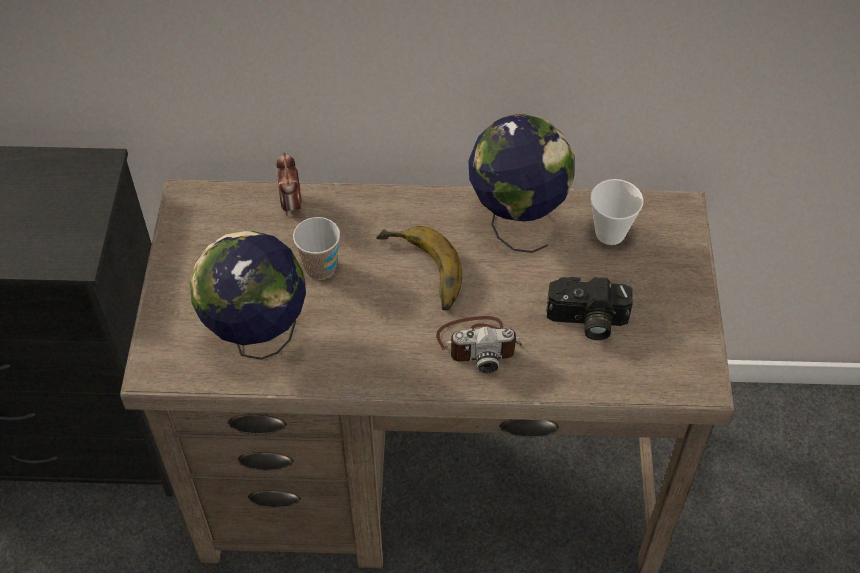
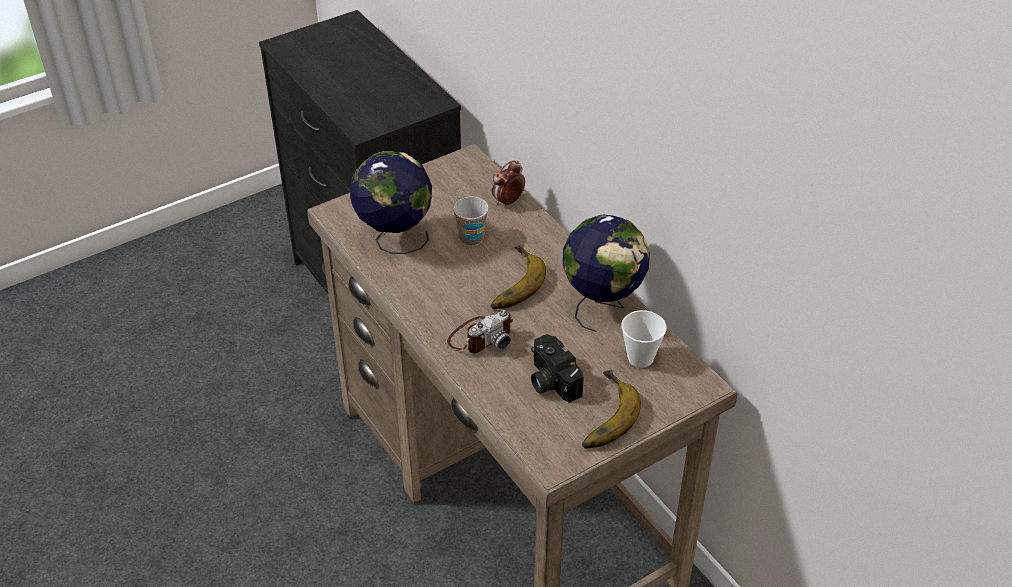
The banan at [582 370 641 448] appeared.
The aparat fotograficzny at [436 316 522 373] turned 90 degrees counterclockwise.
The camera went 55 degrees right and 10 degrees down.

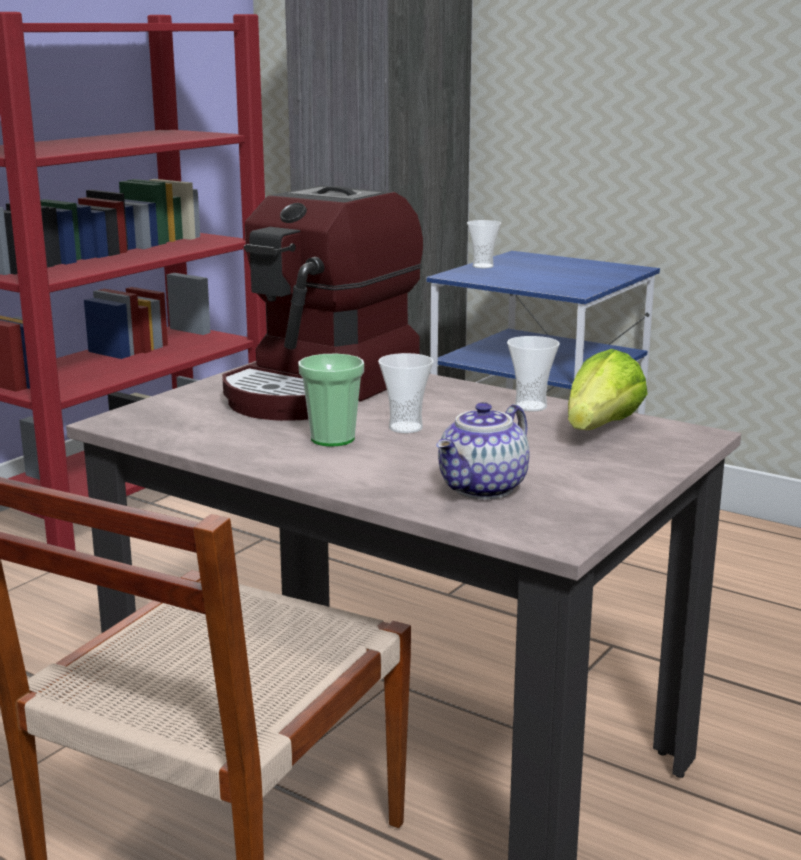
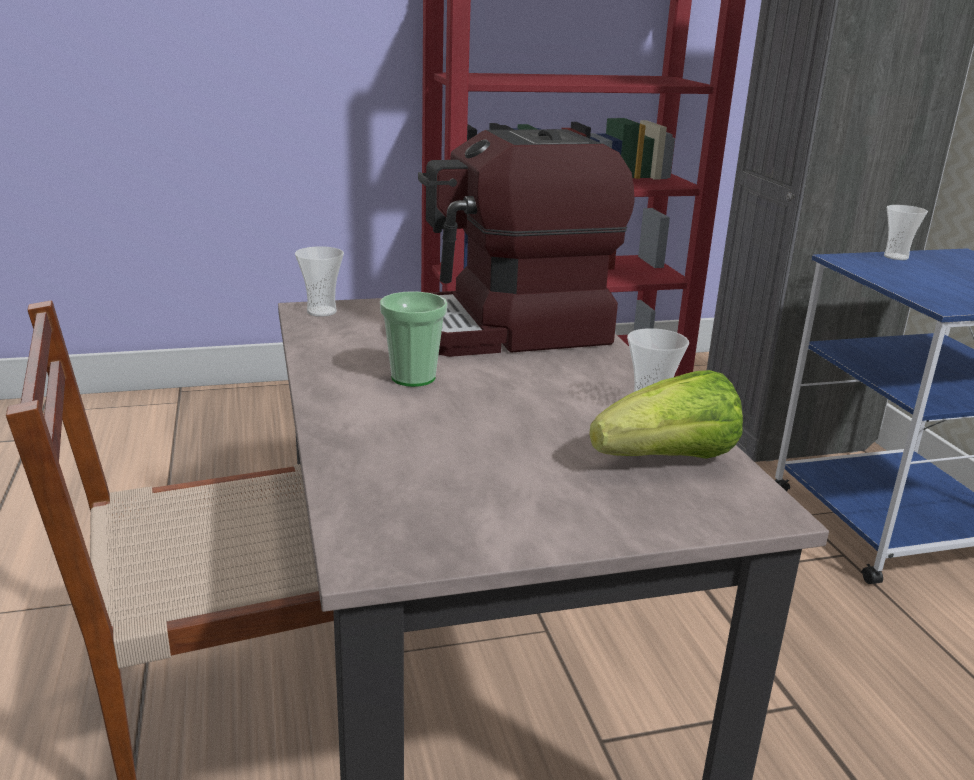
The imbryk at [436 402 529 499] disappeared.
The filiżanka moved from [378 353 434 433] to [295 246 344 317].
The camera went 40 degrees right and 5 degrees up.

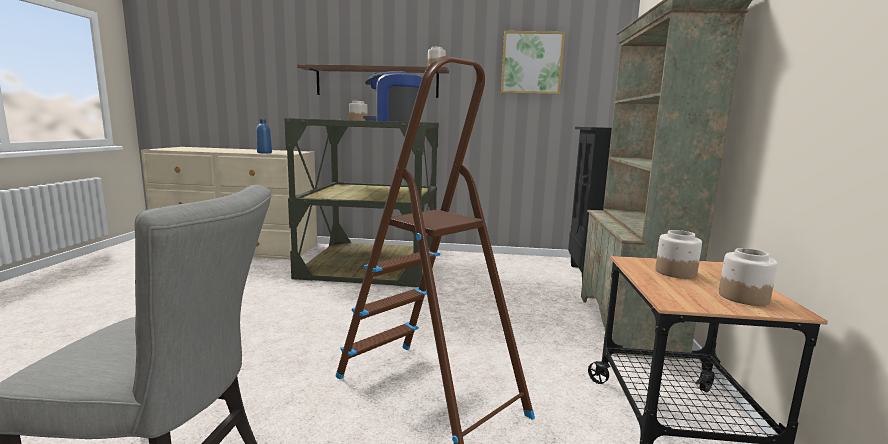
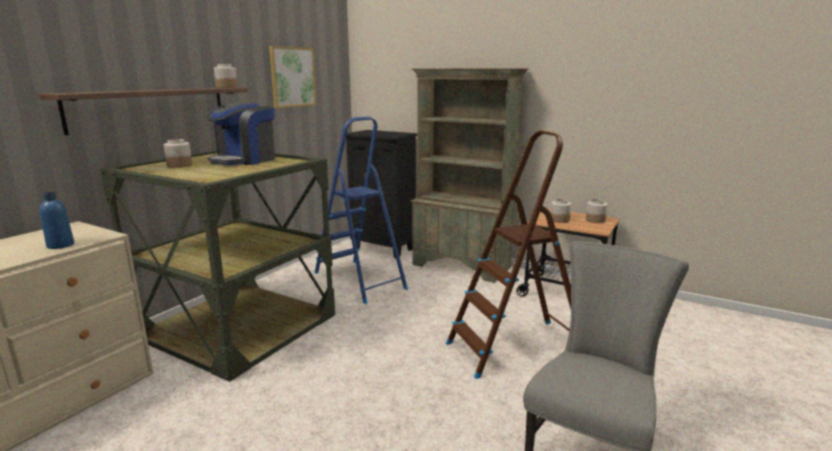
The drabinka [niebieski] at [314 117 408 304] appeared.
The camera went 65 degrees left and 5 degrees up.

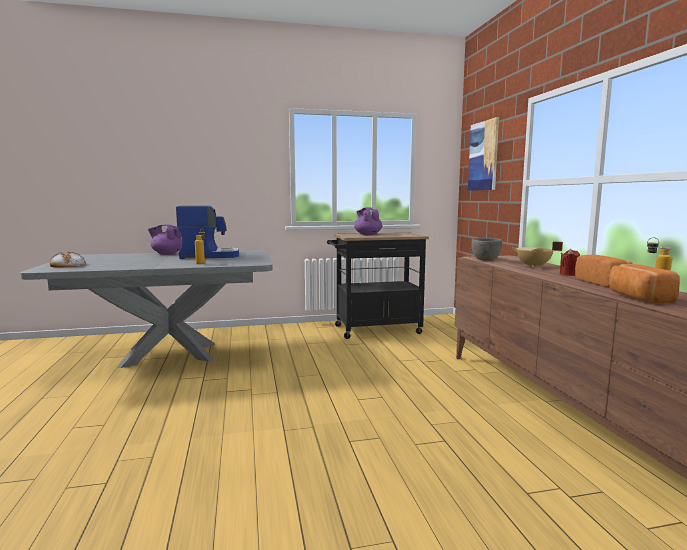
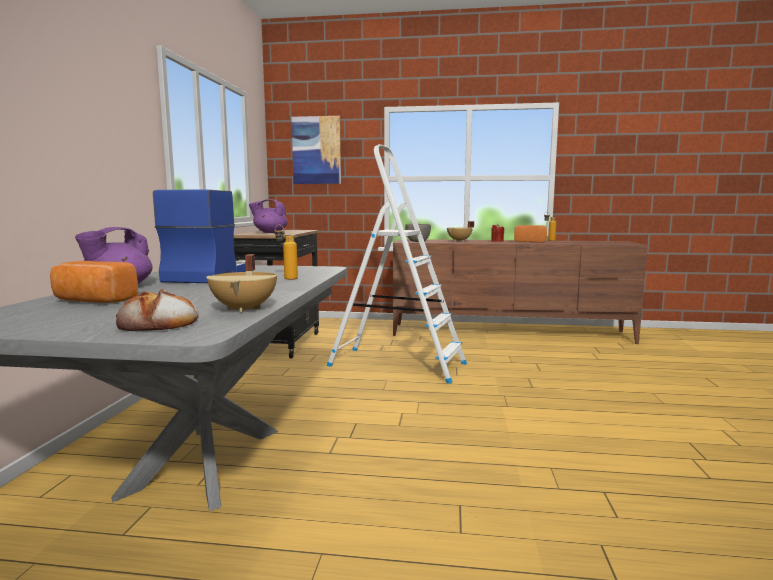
The garnek [beżowy] at [206 254 278 313] appeared.
The drabinka [biały] at [327 144 467 383] appeared.
The chleb moved from [609 264 680 303] to [50 261 138 303].
The camera went 70 degrees left and 0 degrees up.

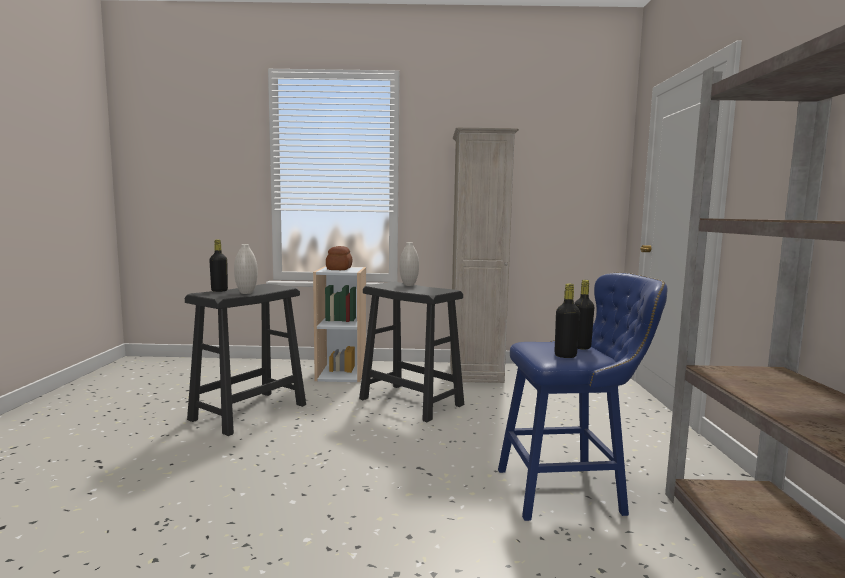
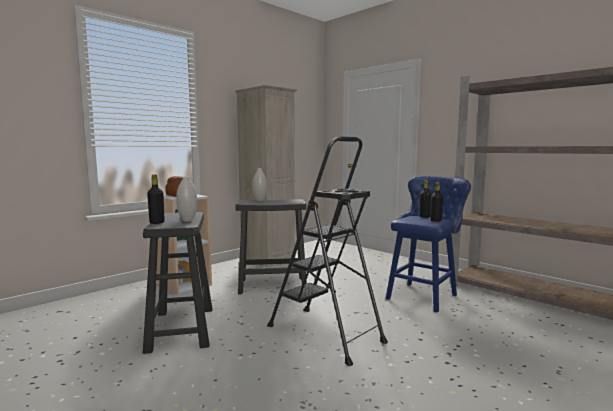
The drabinka at [267 136 388 366] appeared.
The camera went 45 degrees left and 0 degrees up.

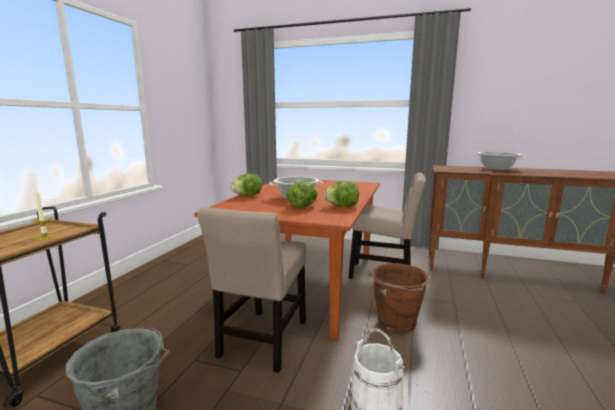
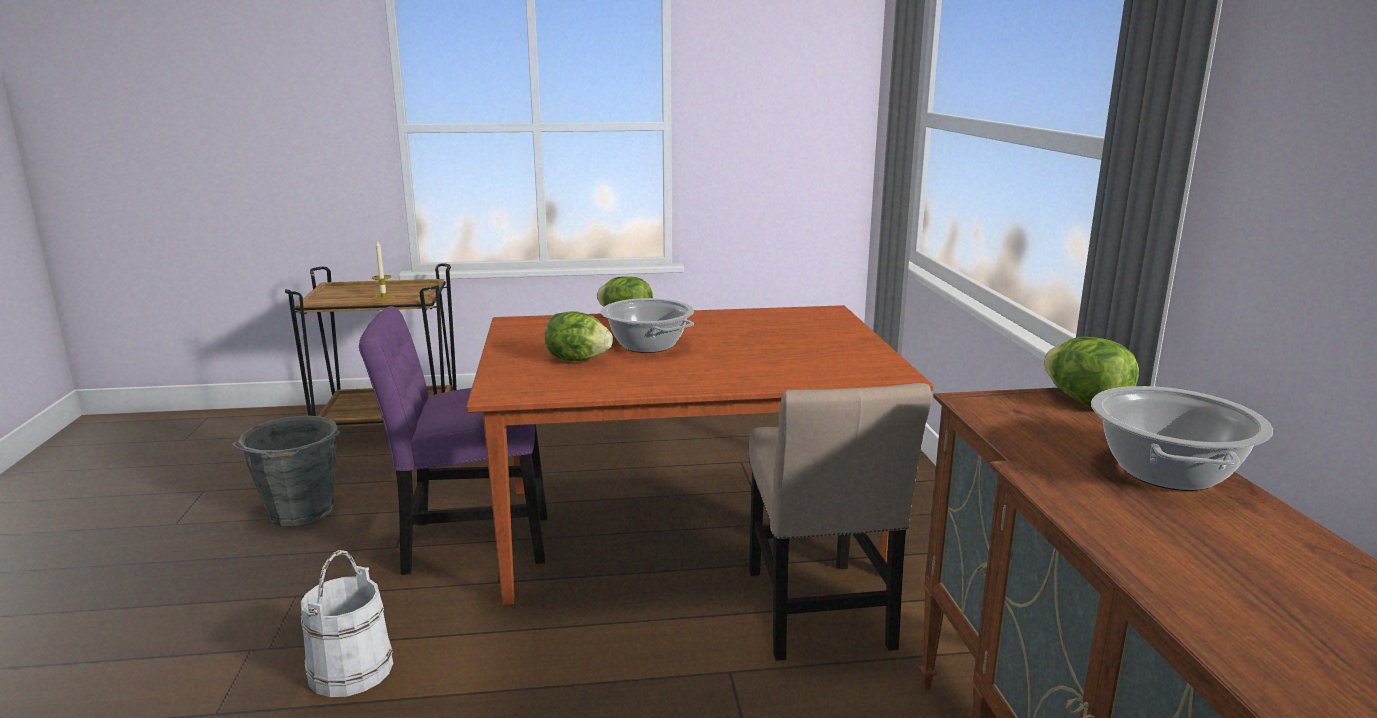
The wiadro [brązowy] at [372 263 432 333] disappeared.
The sałata moved from [324 181 359 207] to [1044 337 1139 406].
The krzesło [beżowy] at [197 207 306 373] became the krzesło [fioletowy] at [359 306 547 575].
The camera went 65 degrees right and 5 degrees up.

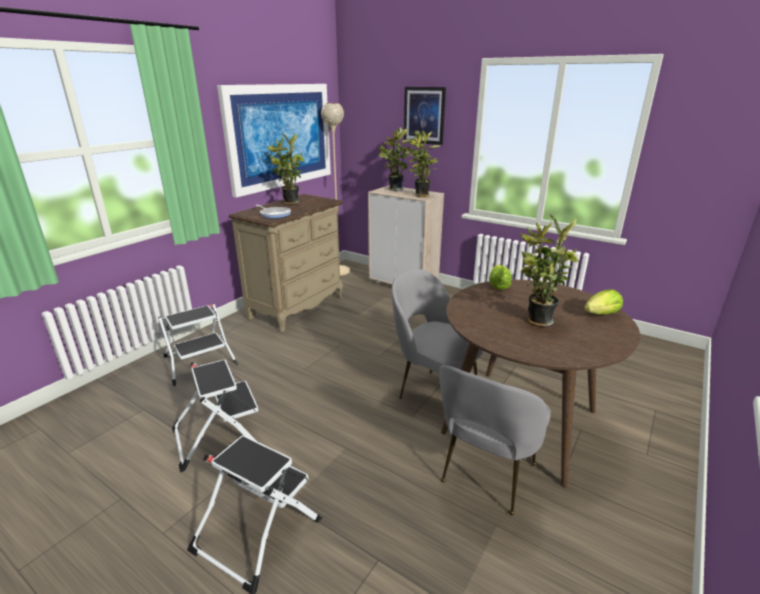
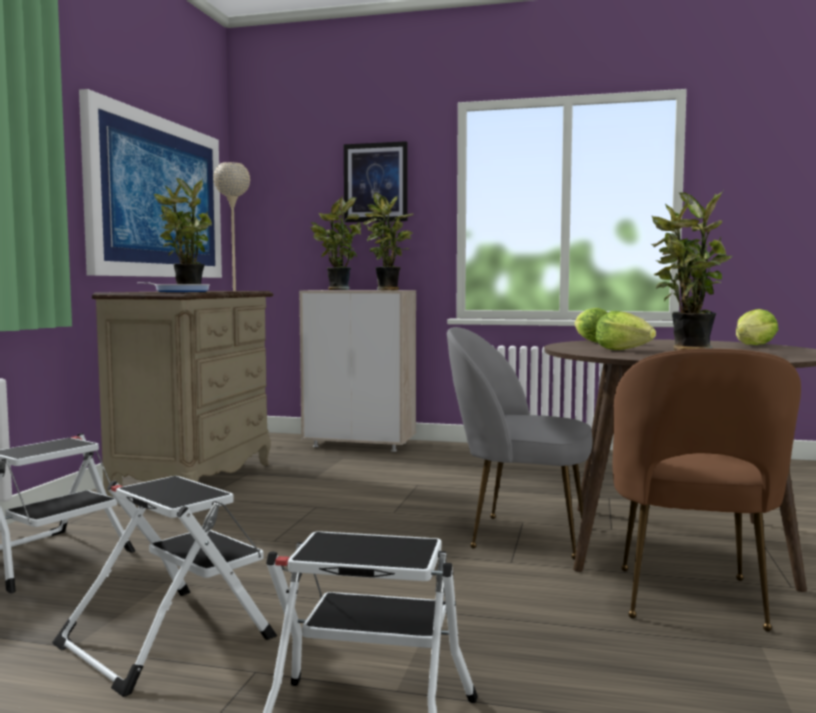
The sałata at [595 311 656 350] appeared.
The krzesło [szary] at [439 365 551 515] became the krzesło [brązowy] at [613 349 801 632].
The camera went 20 degrees left and 20 degrees down.

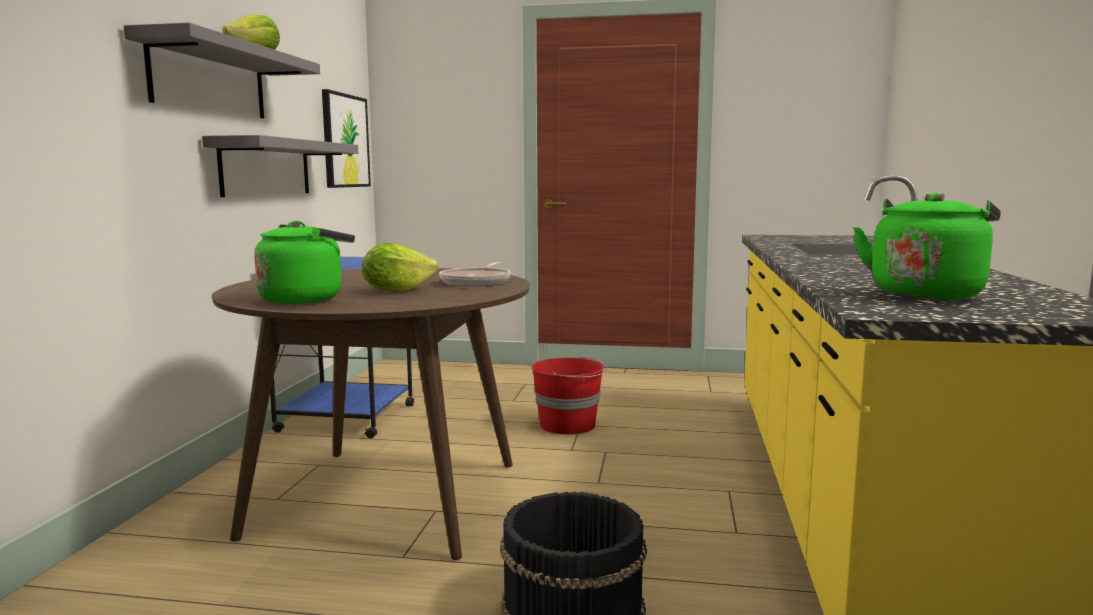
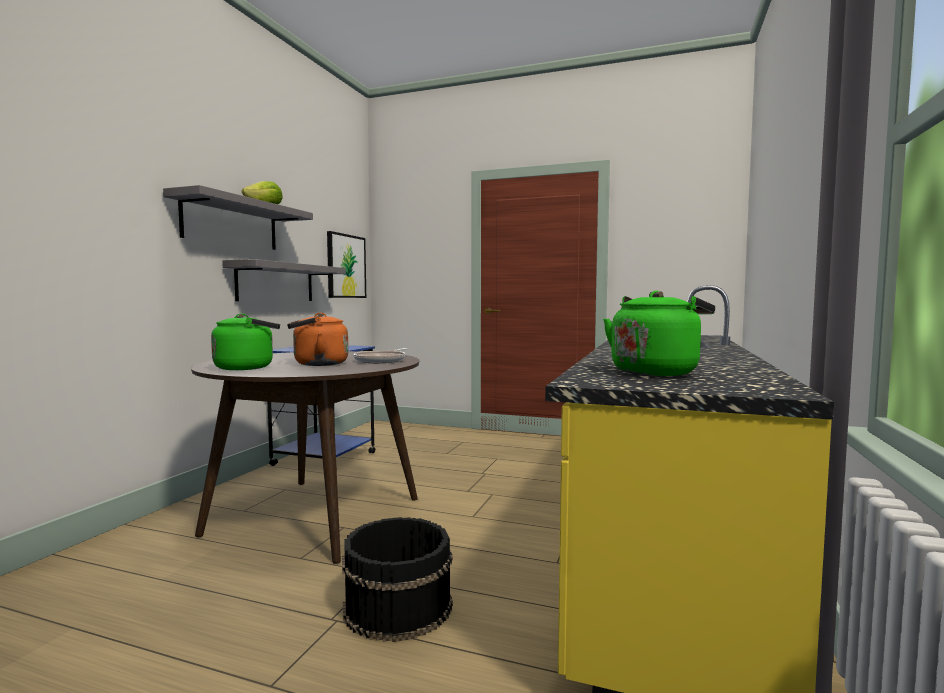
The wiadro [czerwony] at [532 356 607 435] disappeared.
The sałata at [362 243 438 292] was replaced by the czajnik [pomarańczowy] at [287 313 348 366].
The camera went 10 degrees right and 5 degrees down.

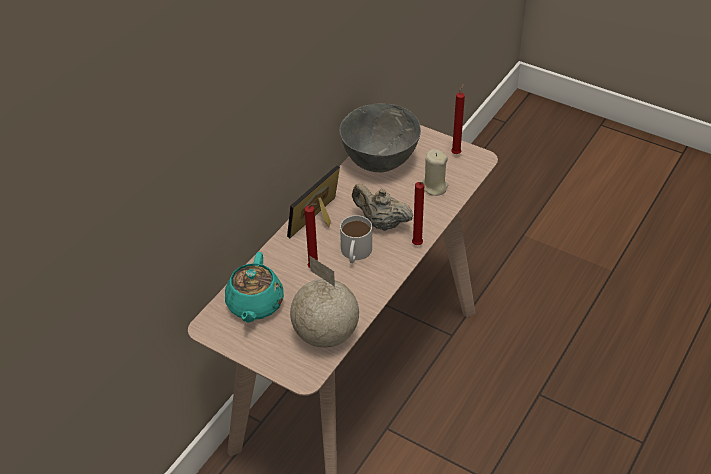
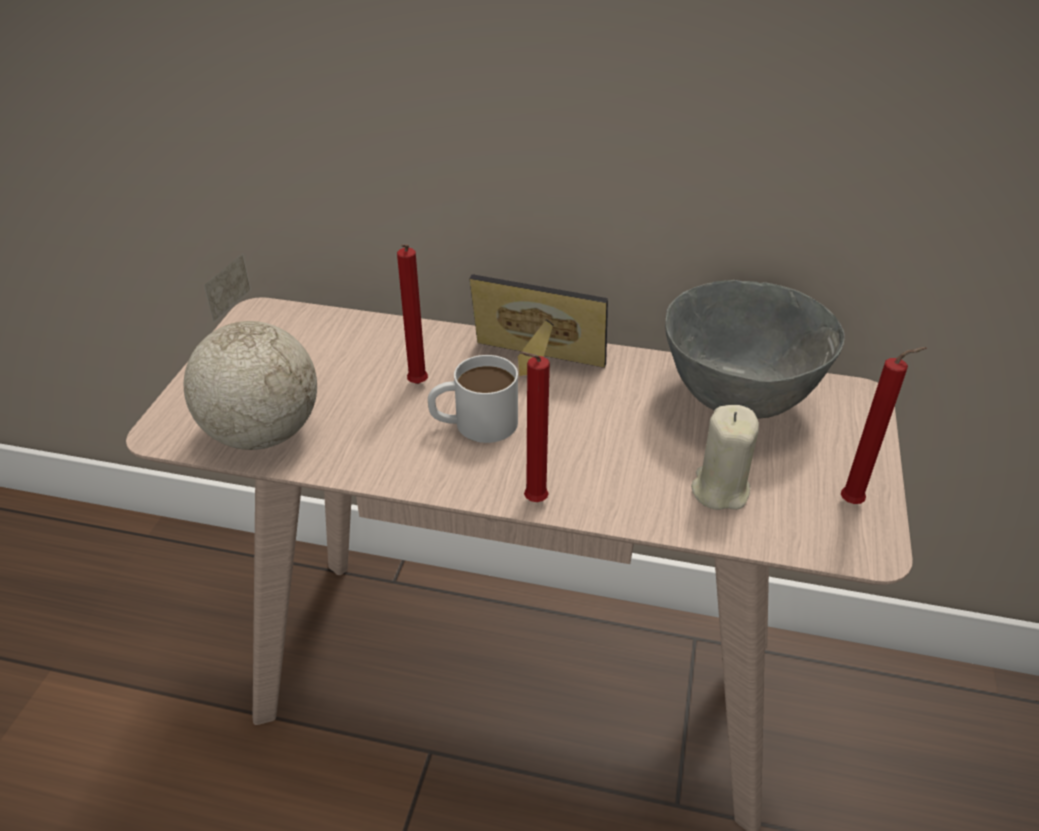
The imbryk [turkusowy] at [225 252 284 322] disappeared.
The imbryk [beżowy] at [352 184 413 231] disappeared.
The camera went 70 degrees right and 5 degrees down.

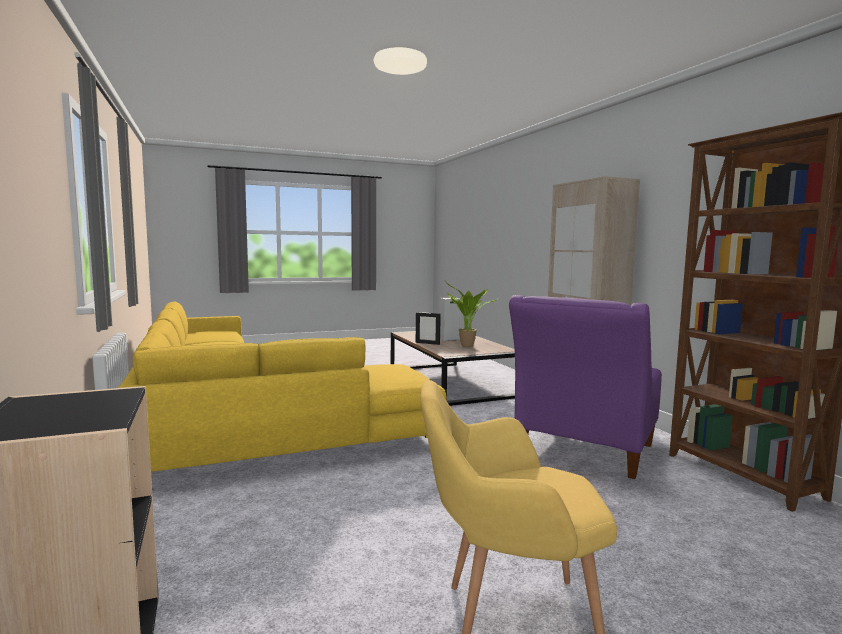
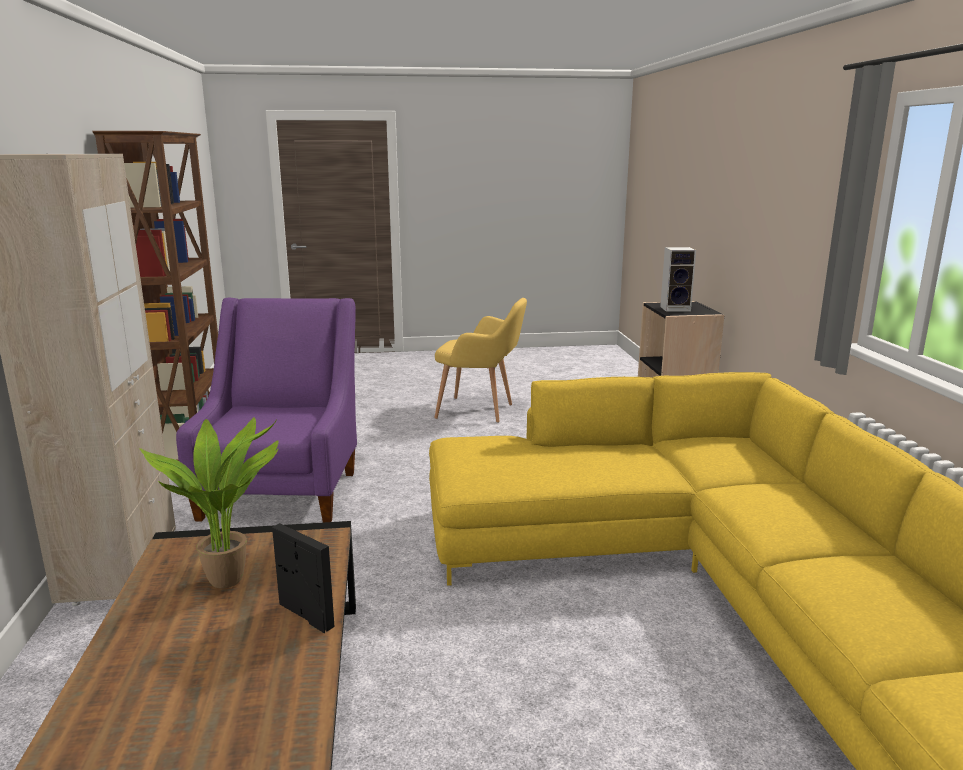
The głośnik moved from [439 298 461 341] to [660 247 696 312].
The fotel [fioletowy] at [509 295 662 479] turned 45 degrees counterclockwise.
The camera went 165 degrees left and 10 degrees up.

